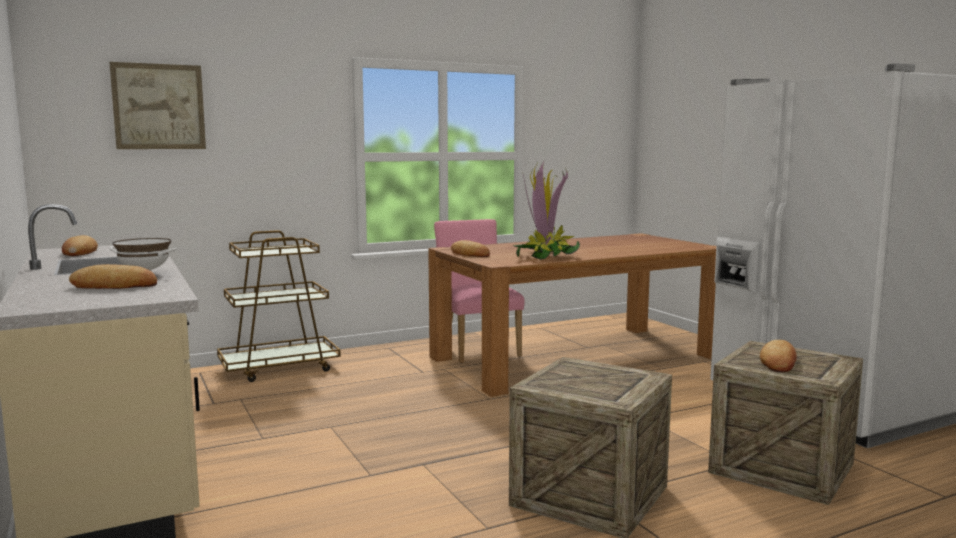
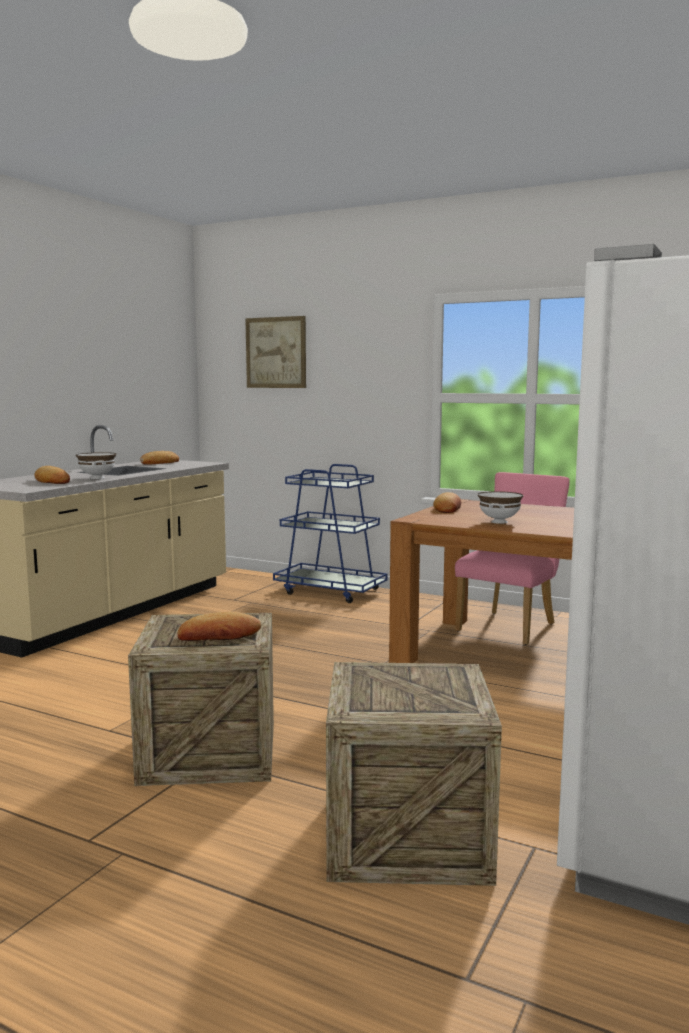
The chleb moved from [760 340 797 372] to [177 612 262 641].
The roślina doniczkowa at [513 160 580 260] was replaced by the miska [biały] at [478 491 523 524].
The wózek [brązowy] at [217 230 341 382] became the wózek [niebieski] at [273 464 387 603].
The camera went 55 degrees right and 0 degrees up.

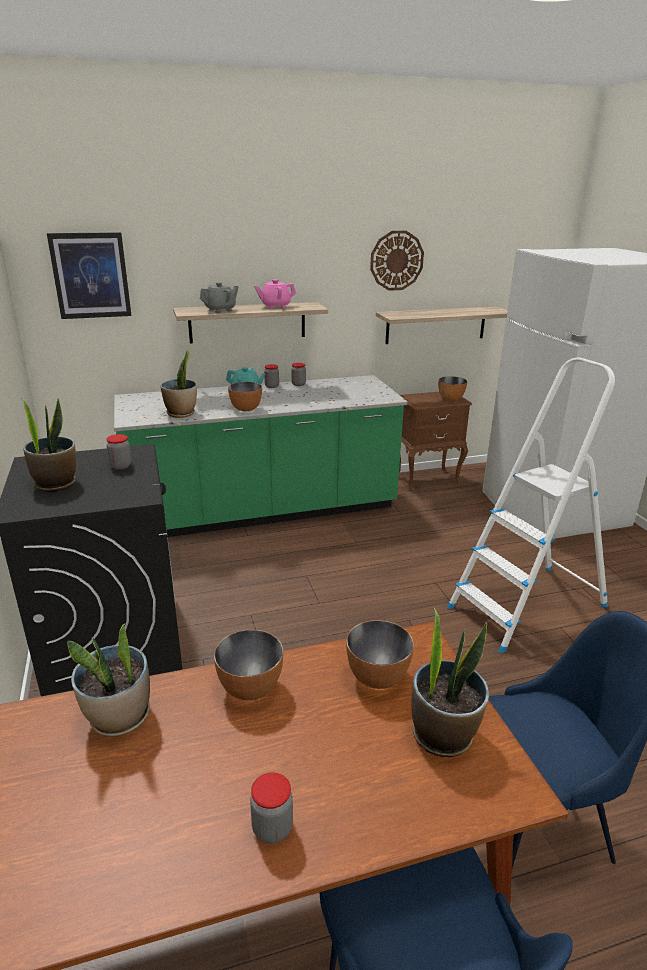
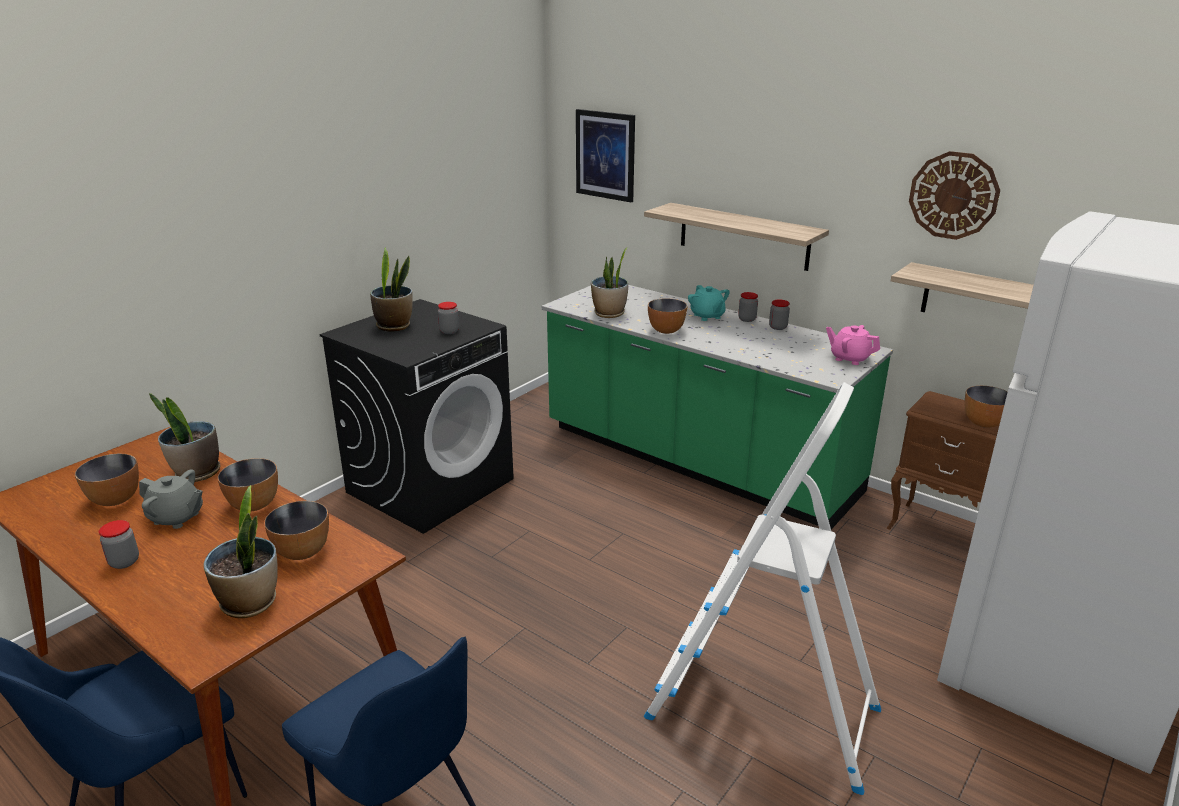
The miska at [75 453 139 506] appeared.
The imbryk [szary] moved from [200 282 239 313] to [139 469 203 529].
The imbryk [różowy] moved from [254 279 296 309] to [826 325 880 365].
The camera went 55 degrees right and 0 degrees up.

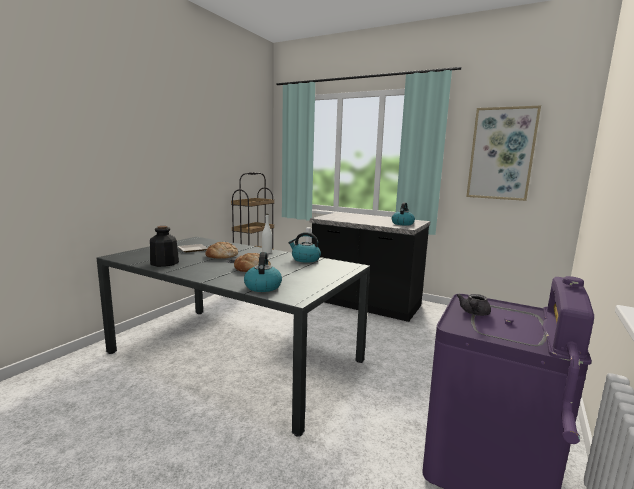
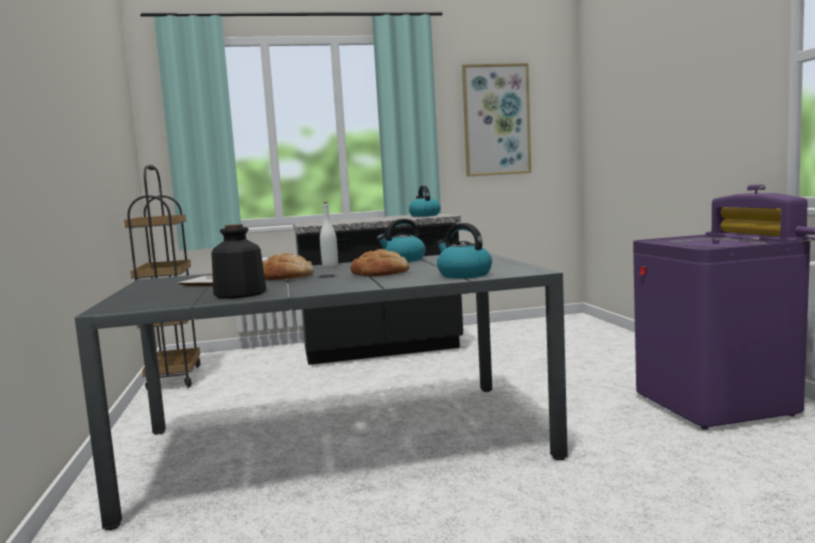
The imbryk [szary] at [457 294 491 316] disappeared.
The camera went 40 degrees left and 5 degrees down.

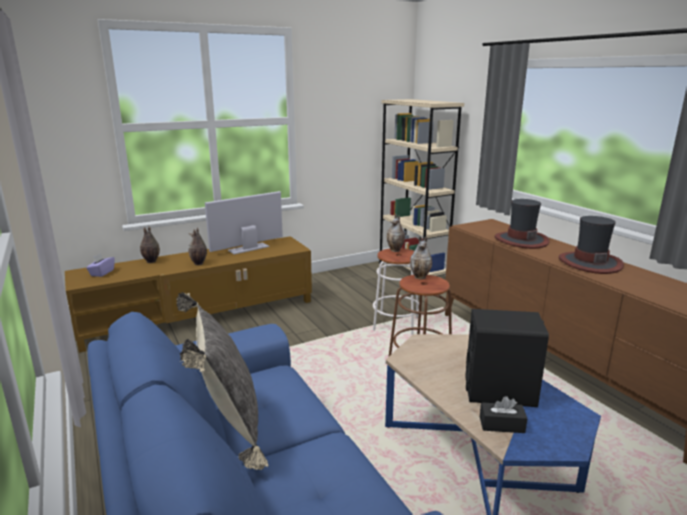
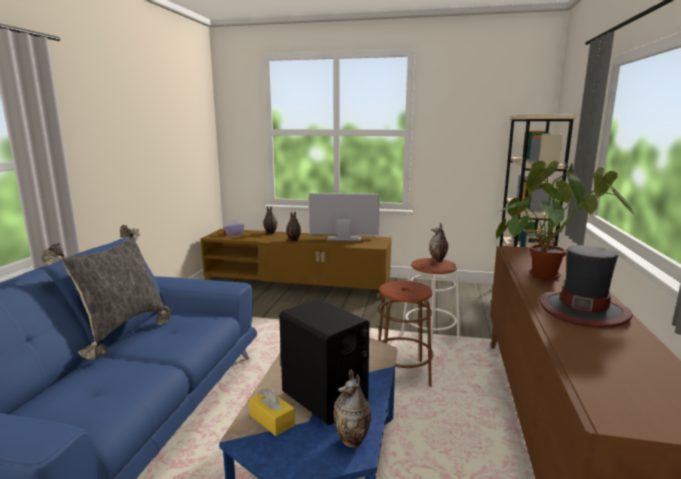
The wazon moved from [410 236 432 279] to [333 369 371 448].
The kapelusz at [495 199 549 249] was replaced by the roślina doniczkowa at [496 161 635 280].
The pudełko chusteczek [czarny] at [480 396 527 433] became the pudełko chusteczek [żółty] at [249 387 295 436].
The camera went 40 degrees right and 5 degrees down.

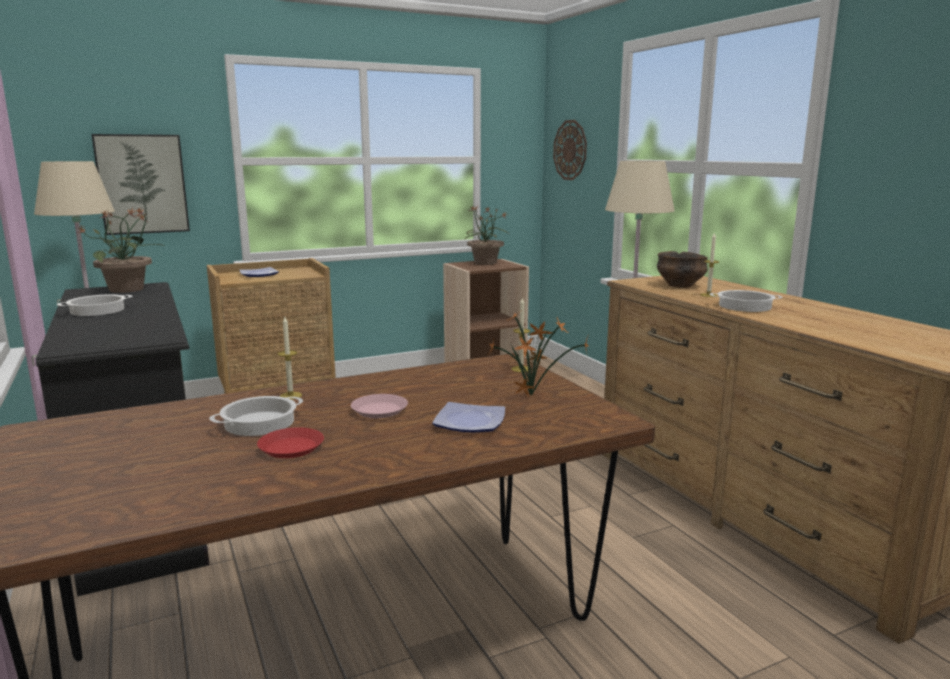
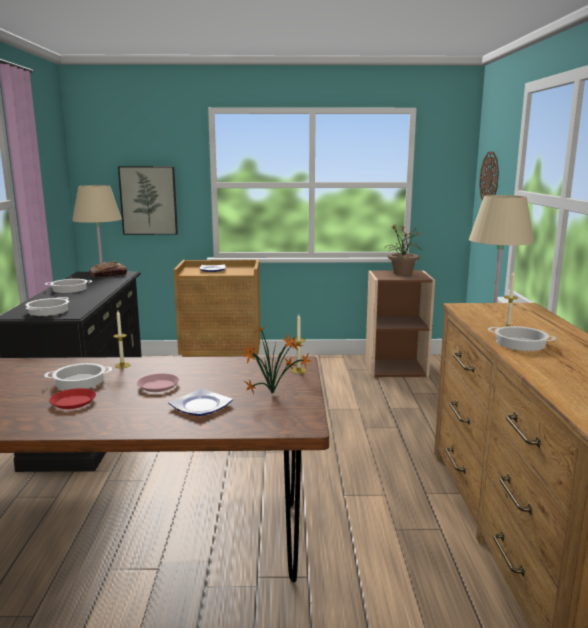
The miska at [657 251 708 288] disappeared.
The garnek at [26 297 69 316] appeared.
The roślina doniczkowa at [76 208 166 293] was replaced by the chleb at [89 261 127 278].
The camera went 25 degrees right and 0 degrees up.

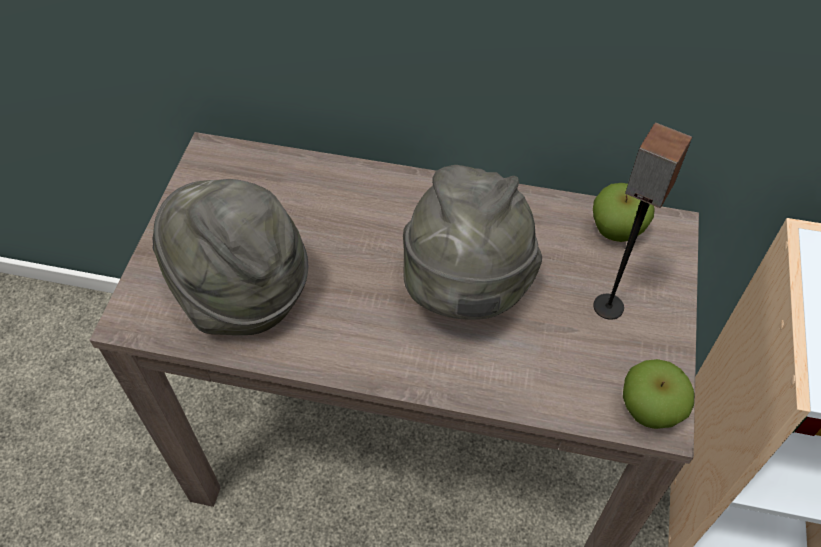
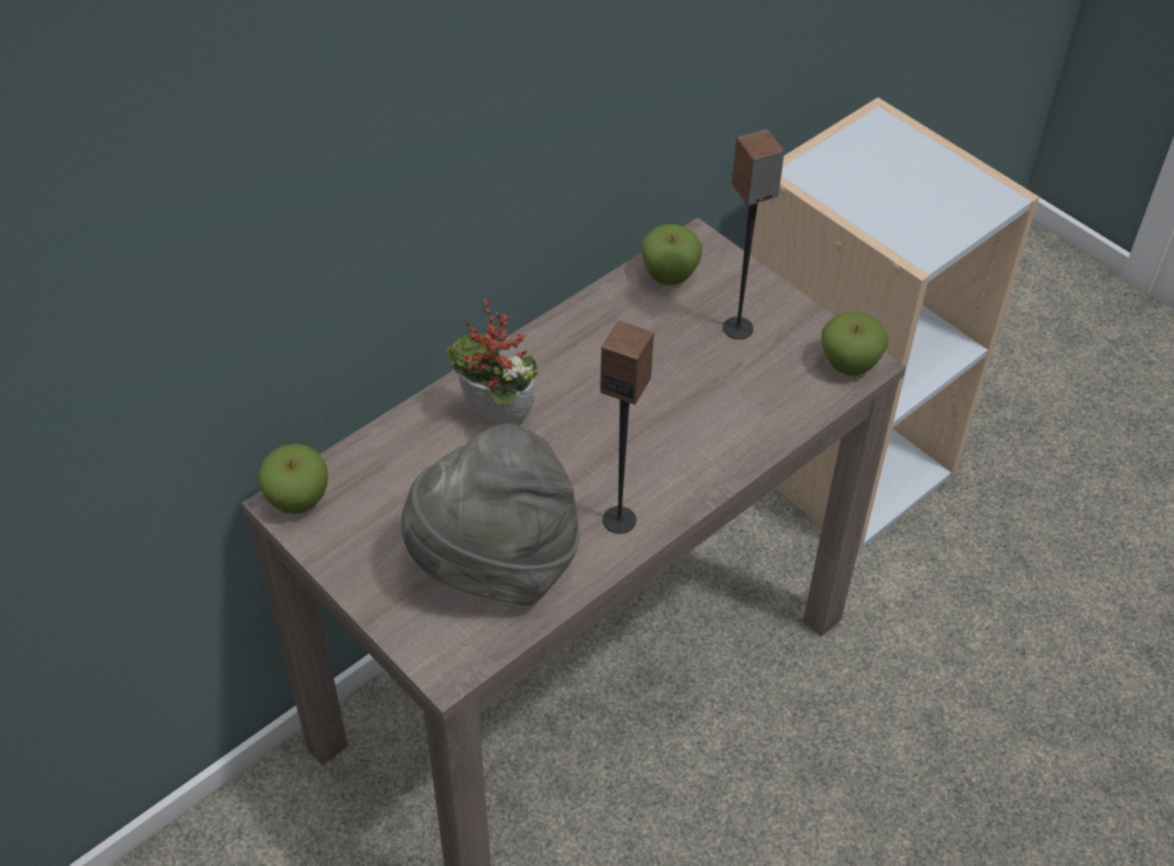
The kapelusz [szary] at [403 165 542 320] disappeared.
The jabłko at [258 444 328 514] appeared.
The roślina doniczkowa at [445 298 537 425] appeared.
The głośnik at [600 320 654 534] appeared.
The camera went 55 degrees left and 5 degrees down.

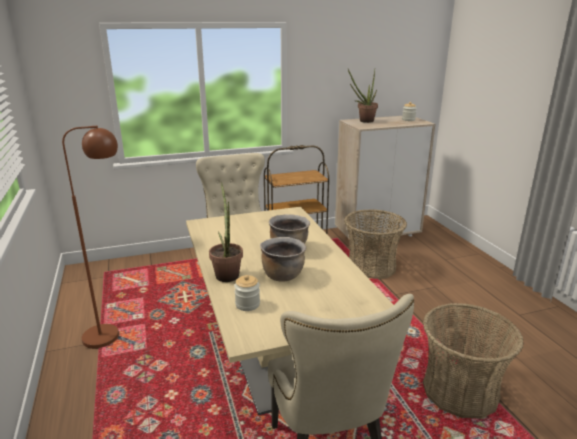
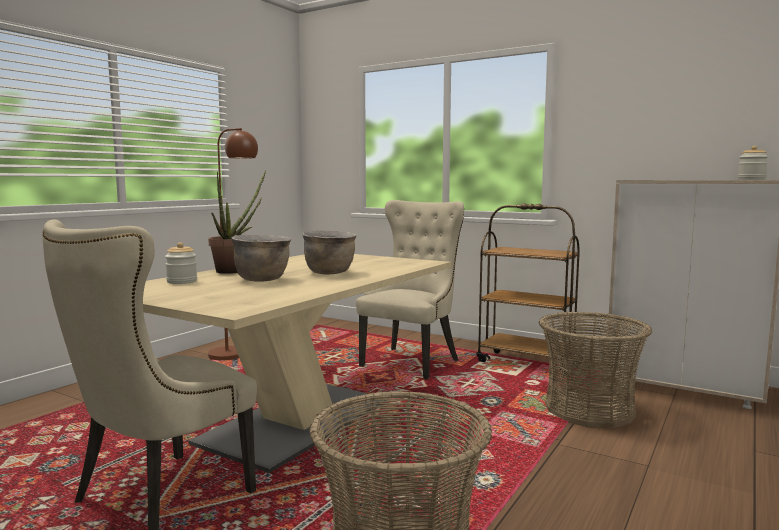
The roślina doniczkowa at [348 69 378 123] disappeared.
The camera went 50 degrees right and 15 degrees down.

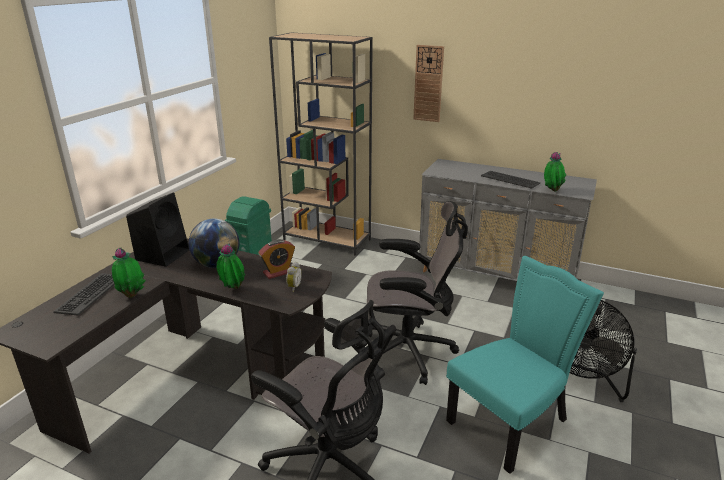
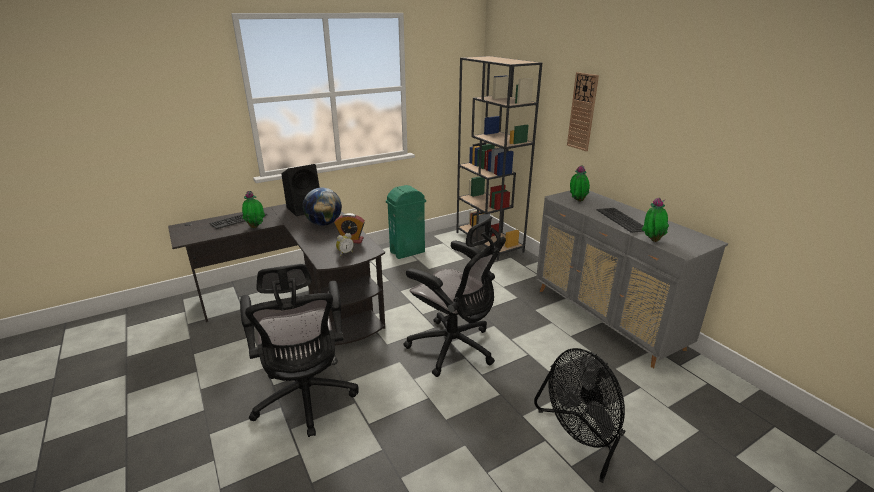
The krzesło [turkusowy] at [446 256 604 474] disappeared.
The roślina doniczkowa moved from [216 243 245 289] to [570 166 590 202].
The camera went 35 degrees right and 0 degrees up.

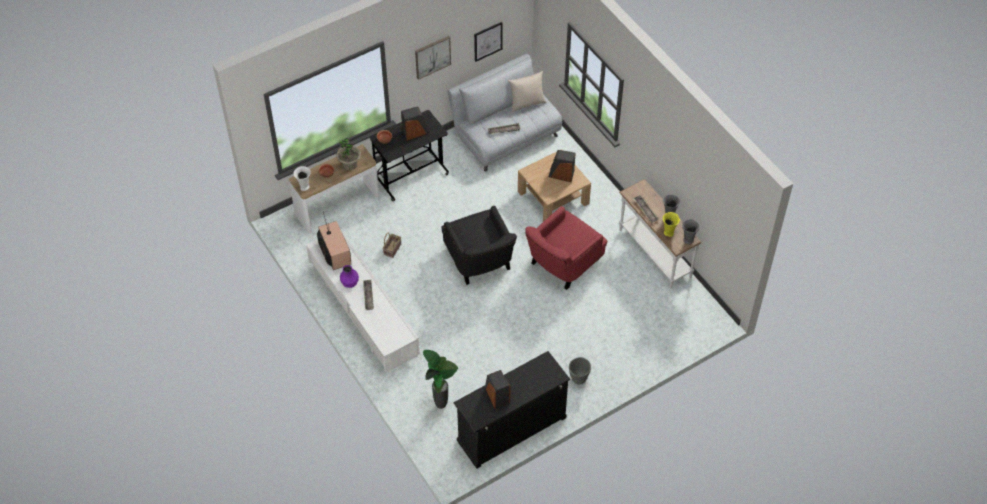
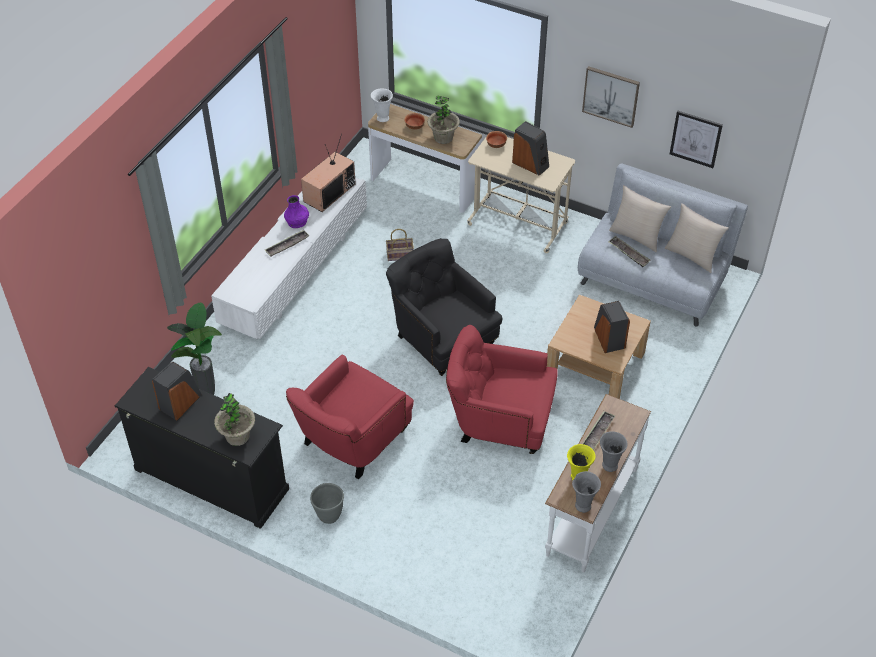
The roślina doniczkowa at [214 393 255 446] appeared.
The fotel [czerwony] at [286 355 414 479] appeared.
The poduszka [beżowy] at [609 185 671 252] appeared.
The biurko [czarny] at [370 110 449 201] became the biurko [beżowy] at [467 132 575 253].
The fotel [czarny] at [442 206 517 285] turned 105 degrees clockwise.
The camera went 60 degrees right and 5 degrees down.

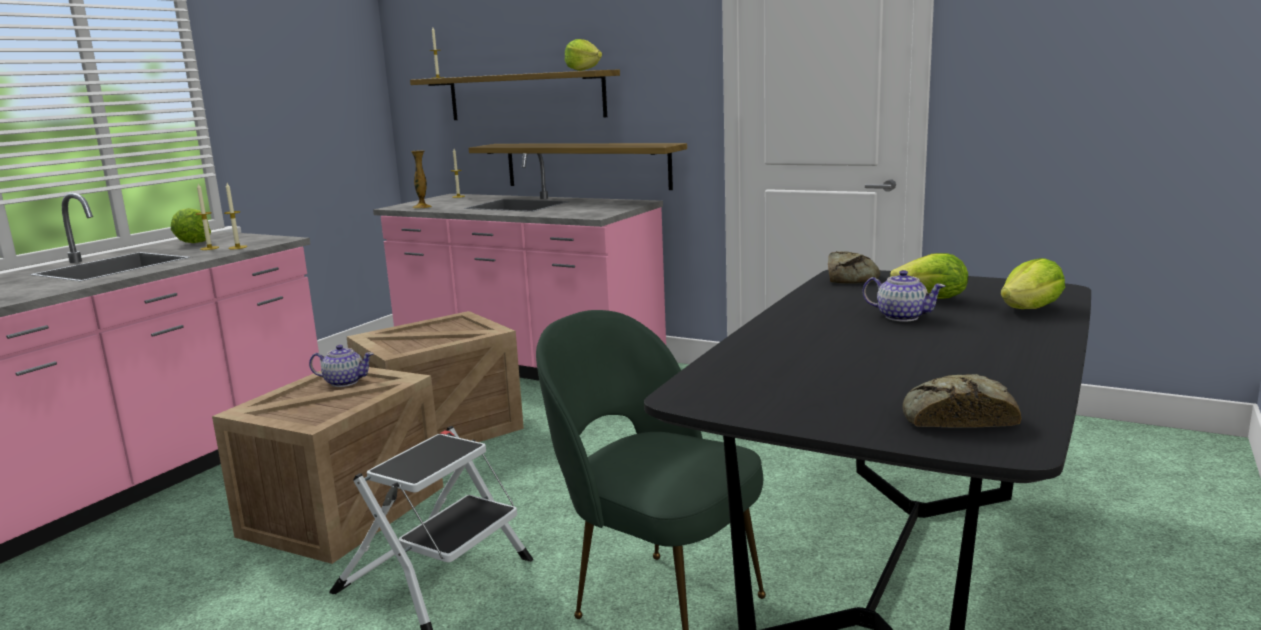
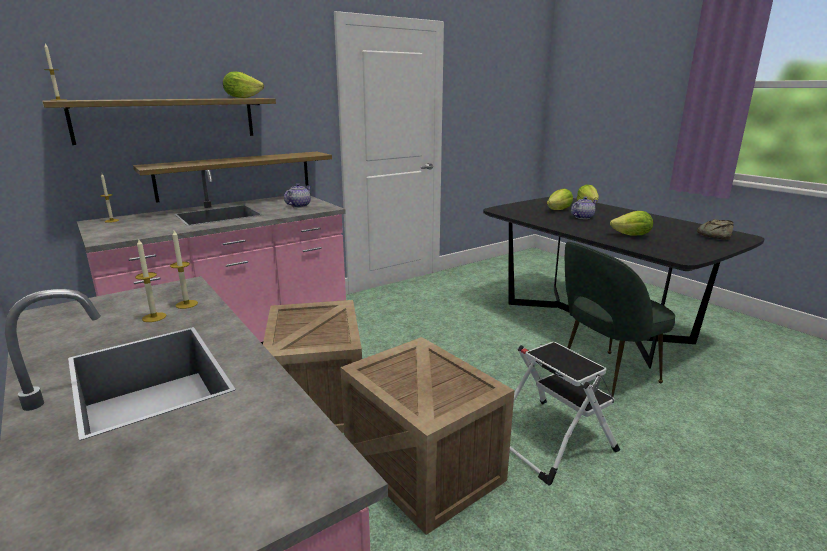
The wazon at [411 150 432 208] disappeared.
The chleb at [828 251 880 284] disappeared.
The sałata moved from [171 208 211 243] to [610 211 653 236].
The imbryk moved from [309 345 374 387] to [284 183 311 208].
The camera went 65 degrees left and 5 degrees up.

